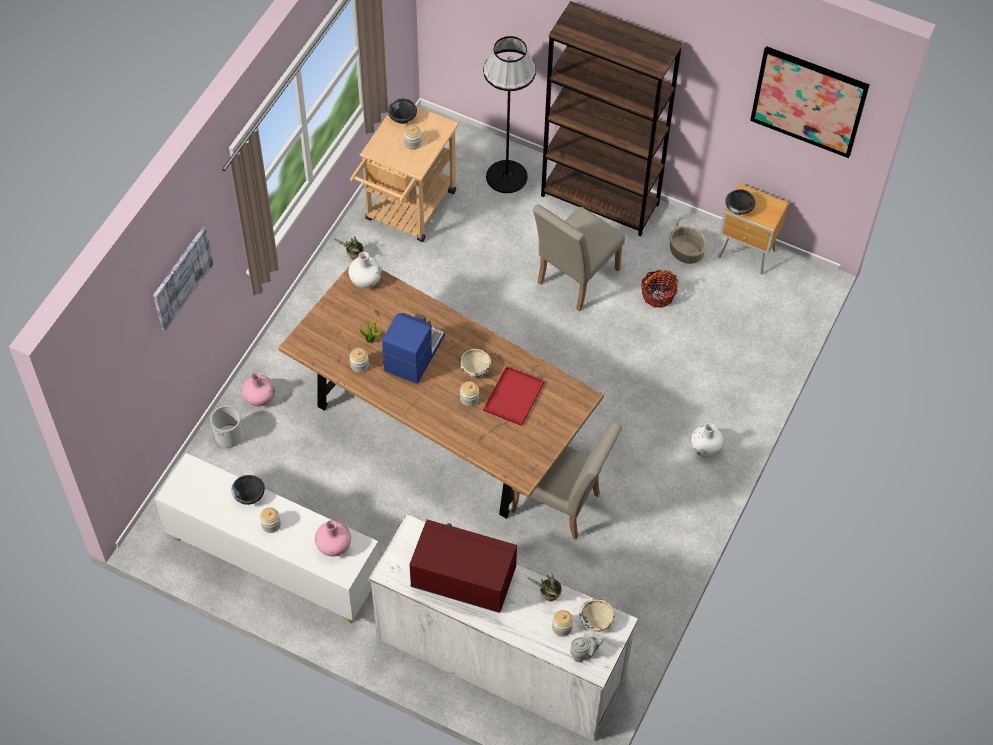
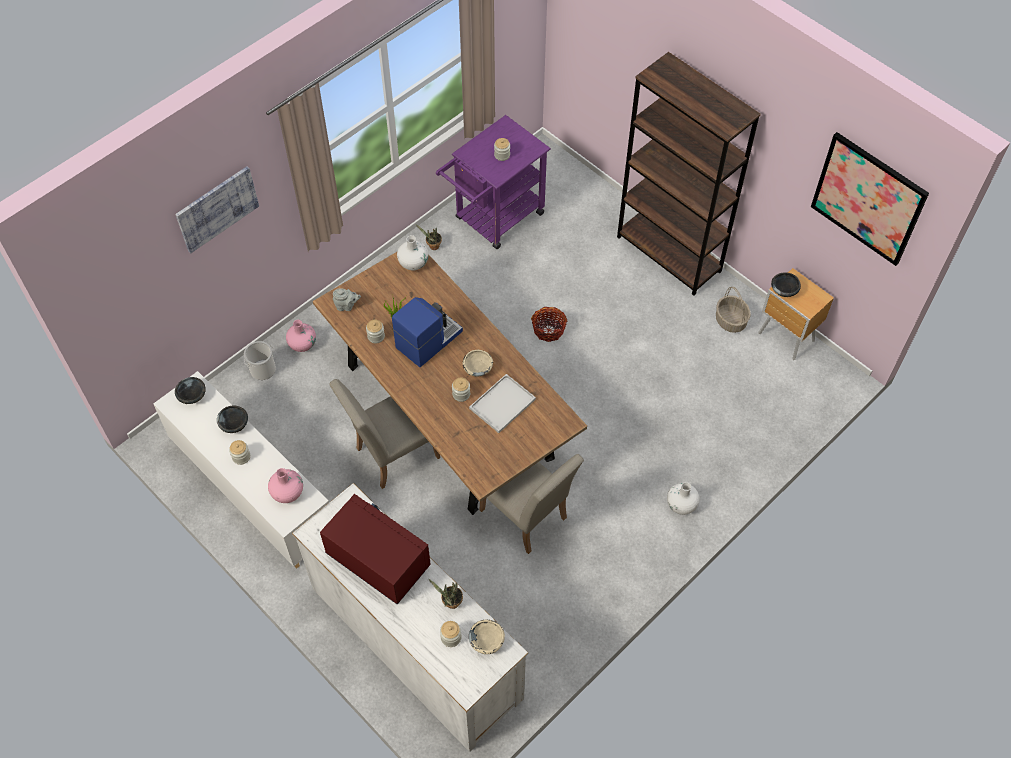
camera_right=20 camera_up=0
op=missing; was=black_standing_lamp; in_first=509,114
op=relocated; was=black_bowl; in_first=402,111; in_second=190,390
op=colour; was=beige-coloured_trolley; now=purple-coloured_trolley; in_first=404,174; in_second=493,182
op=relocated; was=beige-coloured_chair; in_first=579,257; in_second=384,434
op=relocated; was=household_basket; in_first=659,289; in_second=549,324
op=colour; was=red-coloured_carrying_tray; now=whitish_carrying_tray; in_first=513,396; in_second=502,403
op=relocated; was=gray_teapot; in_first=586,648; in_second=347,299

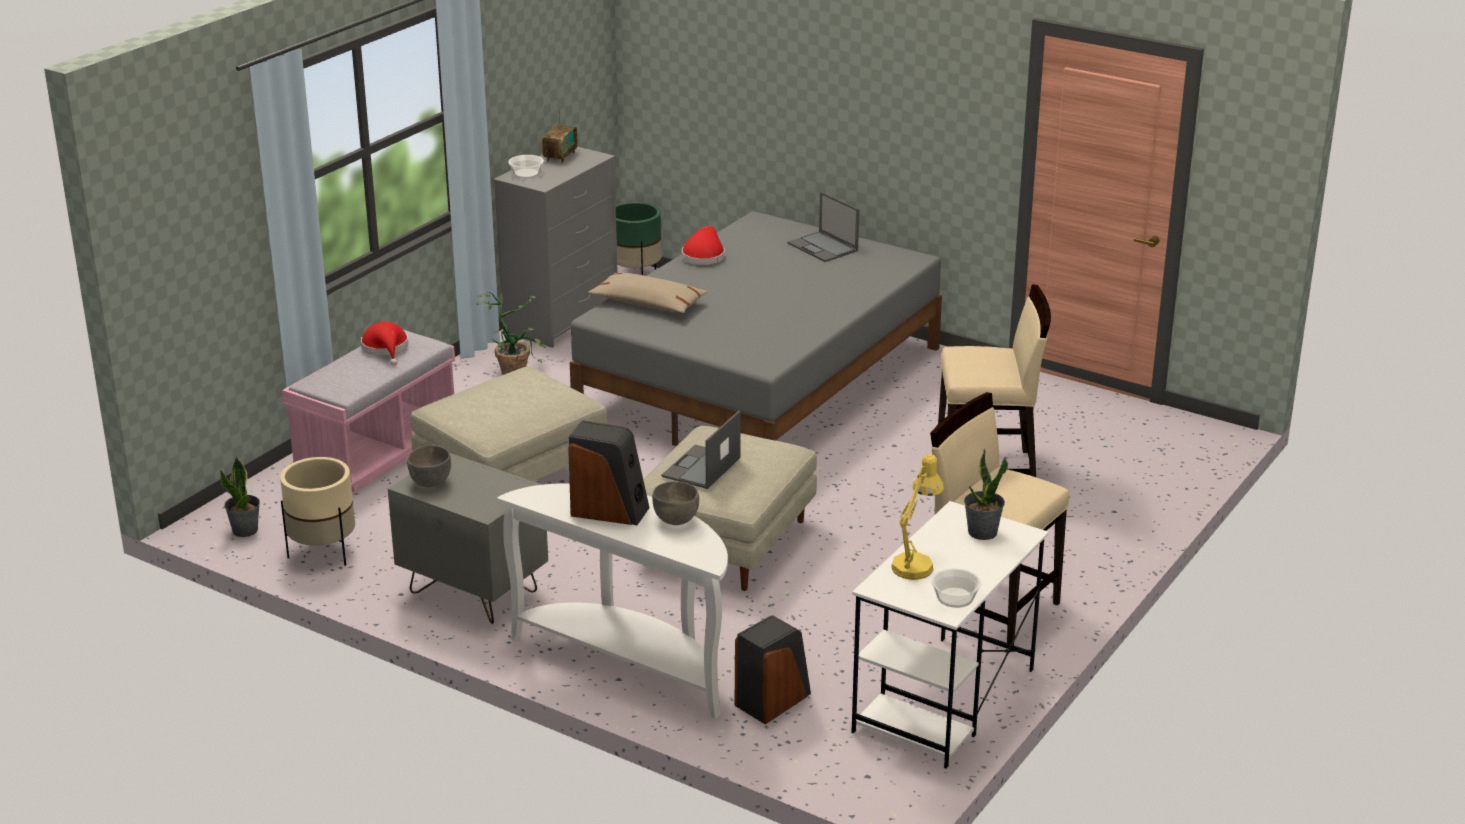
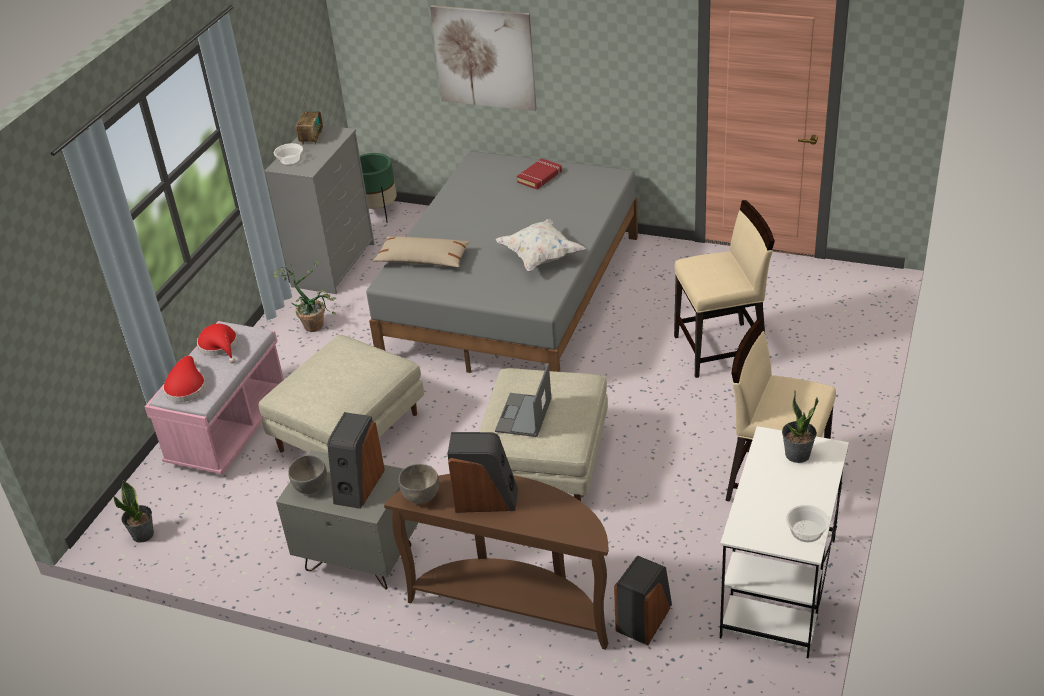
camera_right=-10 camera_up=10
op=exchanged; was=laptop; now=red-coloured_volume; in_first=823,227; in_second=539,173
op=relocated; was=red-coloured_hat; in_first=703,245; in_second=184,379
op=missing; was=yellow-coloured_lamp_for_a_table; in_first=917,517
op=missing; was=beige-coloured_plant_pot; in_first=317,511
op=relocated; was=gray_bowl; in_first=675,503; in_second=418,484
op=colour; was=whitish_hall_table; now=brown-coloured_hall_table; in_first=612,601; in_second=496,562
op=appeared; now=picture; in_second=483,58
op=appeared; now=whitish_throw_pillow; in_second=541,245
op=appeared; now=speaker; in_second=356,460

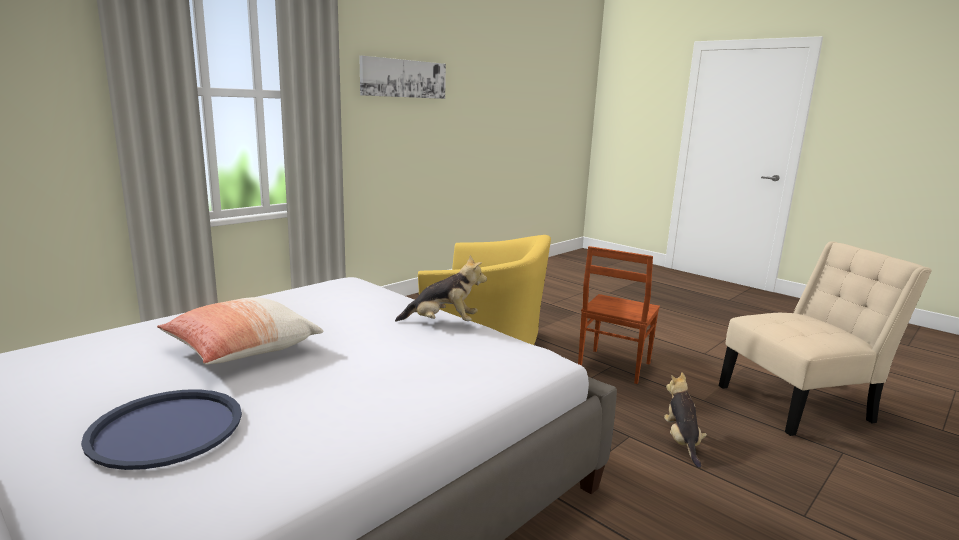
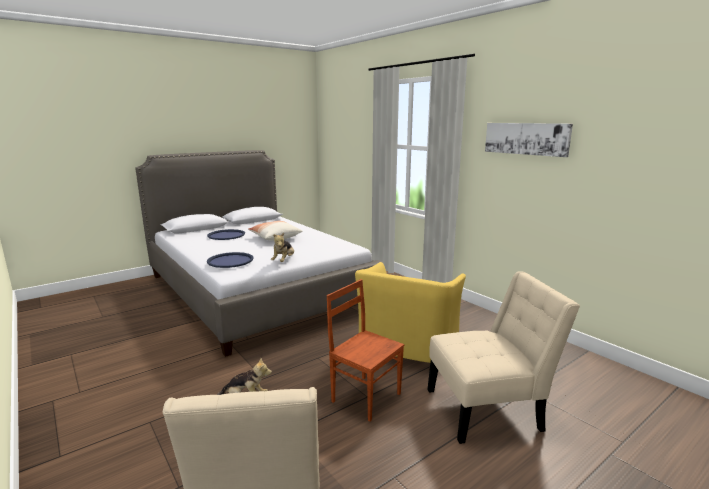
camera_right=100 camera_up=0
op=appeared; now=bluish_carrying_tray; in_second=230,260
op=appeared; now=beige-coloured_chair; in_second=503,357

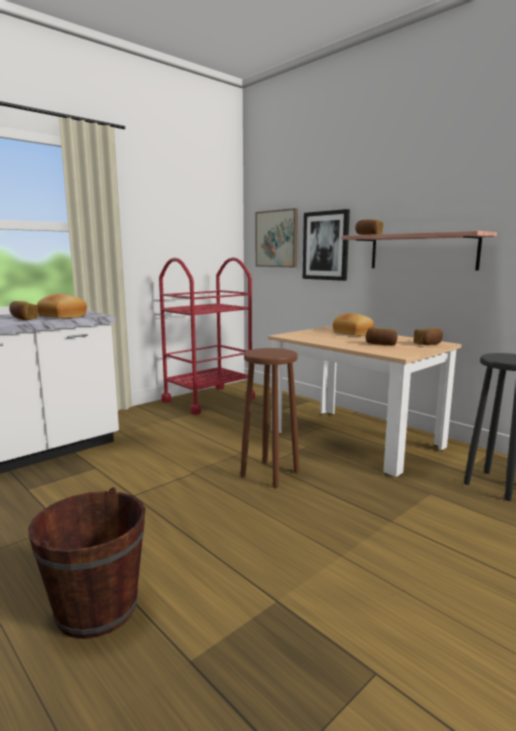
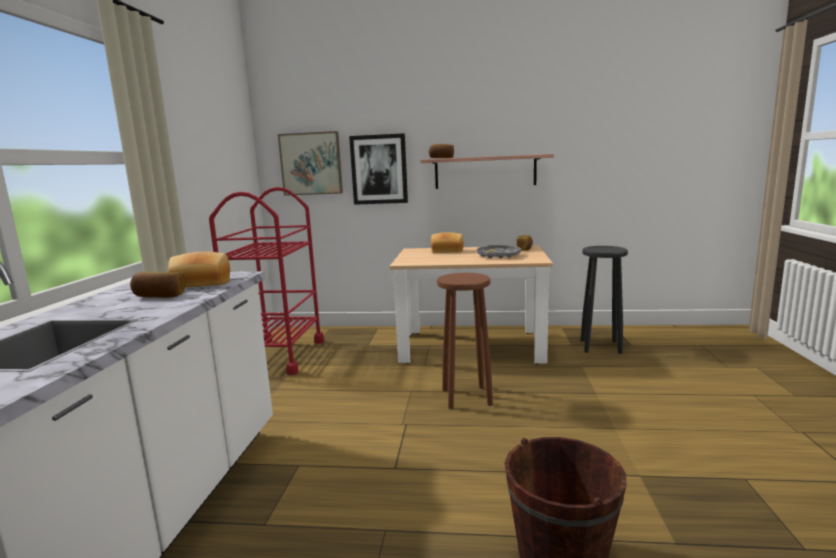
camera_right=-40 camera_up=0
op=exchanged; was=bread; now=gray_carrying_tray; in_first=381,337; in_second=498,251

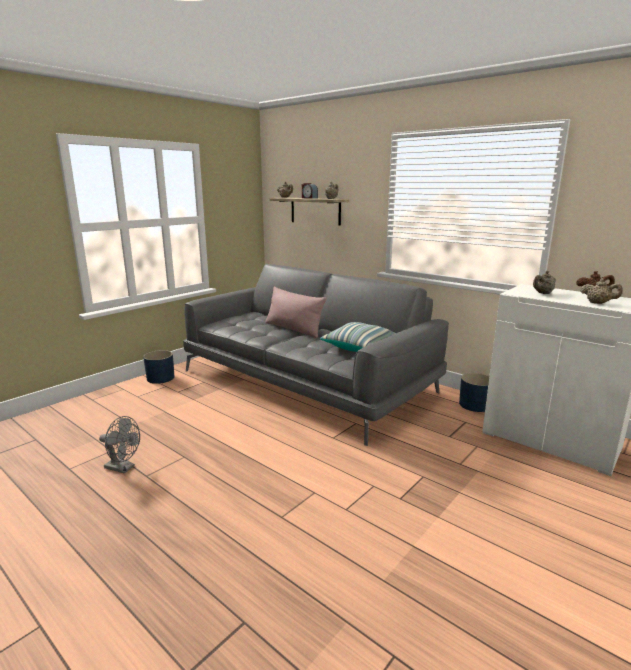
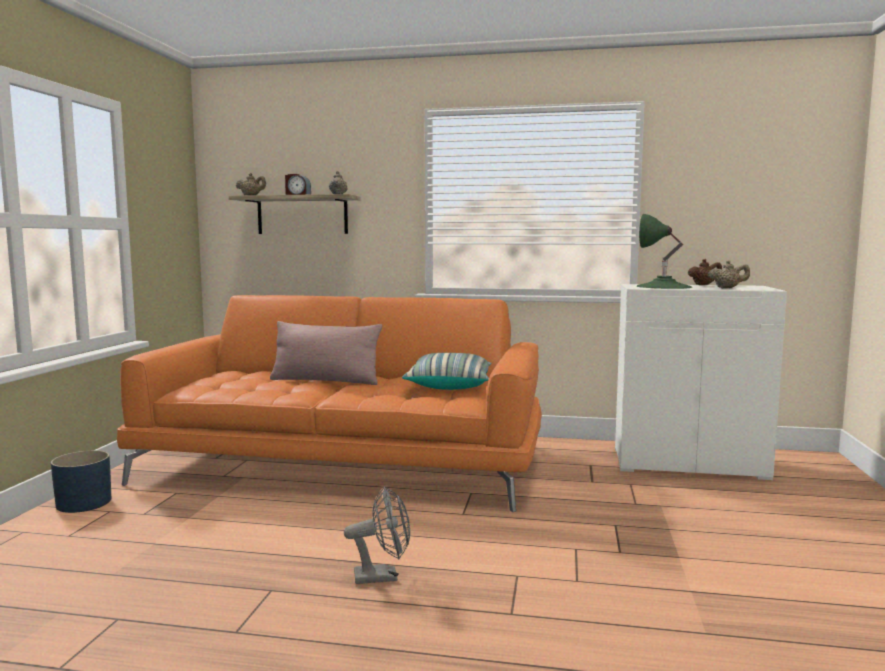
camera_right=-30 camera_up=-10
op=colour; was=gray_couch; now=orangey_couch; in_first=316,355; in_second=329,403
op=exchanged; was=beige-coloured_teapot; now=green_lamp_for_a_table; in_first=544,282; in_second=664,251
op=missing; was=bluish_plant_pot; in_first=474,392
op=relocated; was=gray_electric_fan; in_first=119,445; in_second=377,535

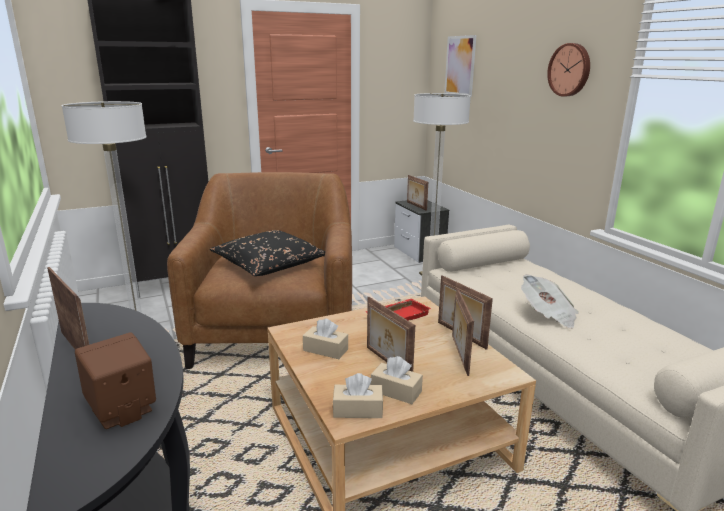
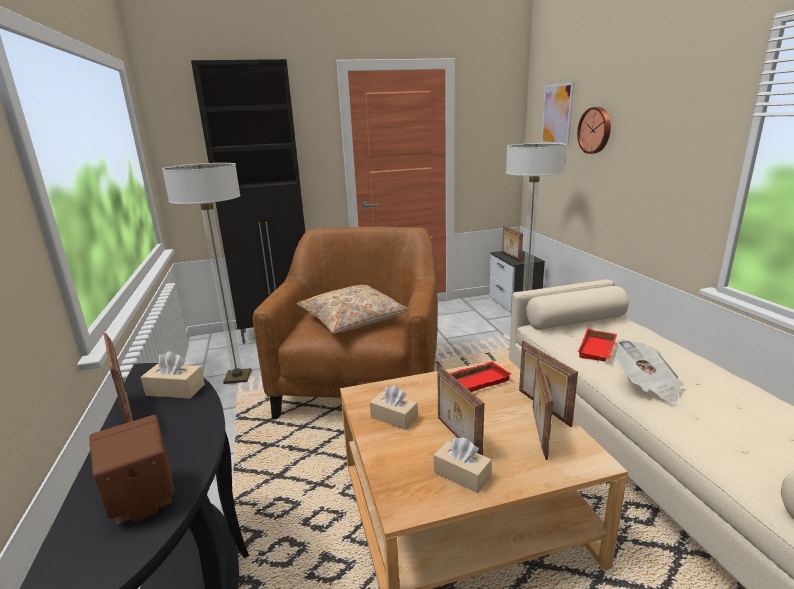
camera_right=10 camera_up=0
op=relocated; was=clock_on_the_wall; in_first=568,70; in_second=594,130
op=colour; was=black_throw_pillow; now=beige-coloured_throw_pillow; in_first=267,253; in_second=352,309
op=relocated; was=beige-coloured_tissue_holder; in_first=358,395; in_second=173,375
op=appeared; now=red-coloured_carrying_tray; in_second=597,344

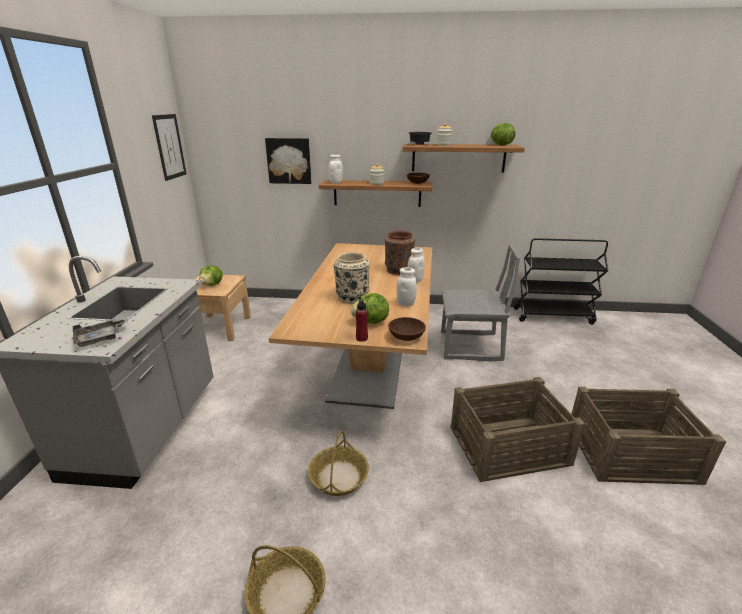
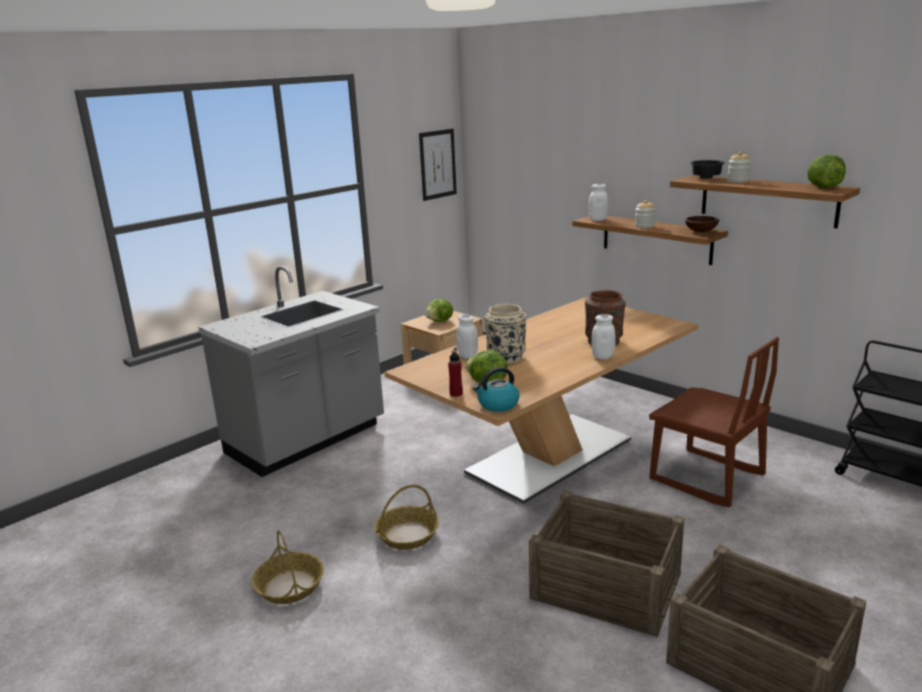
camera_right=40 camera_up=-5
op=missing; was=picture; in_first=288,161
op=colour; was=gray_chair; now=brown-coloured_chair; in_first=480,303; in_second=714,422
op=relocated; was=whitish_preserve_jar; in_first=406,286; in_second=467,336
op=exchanged; was=brown-coloured_bowl; now=tea_kettle; in_first=407,329; in_second=496,389
op=missing; was=gray_carrying_tray; in_first=100,332

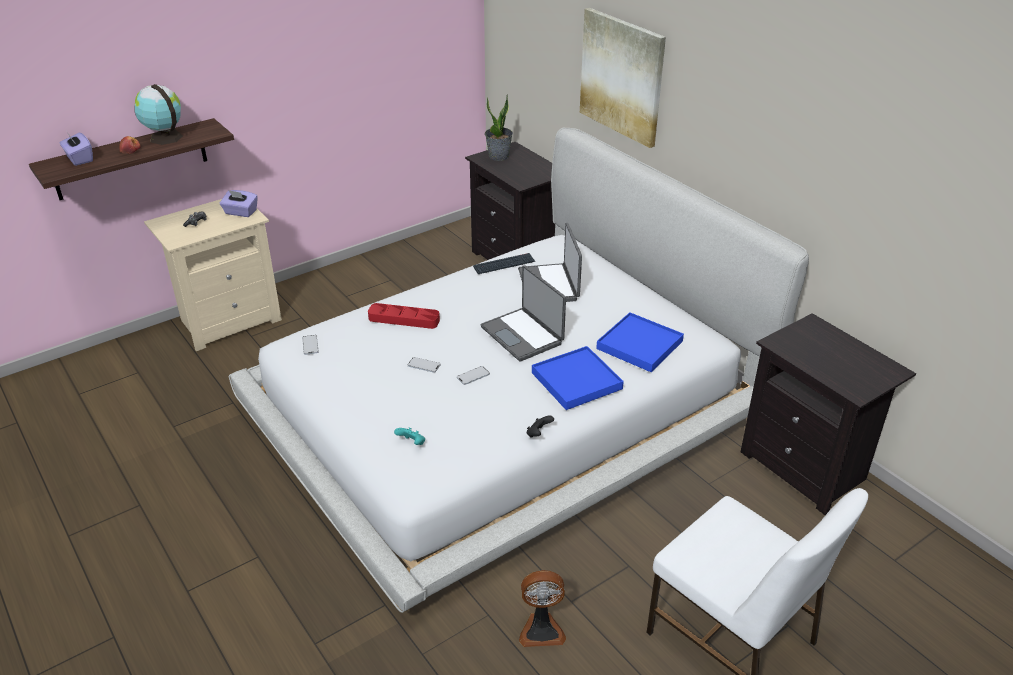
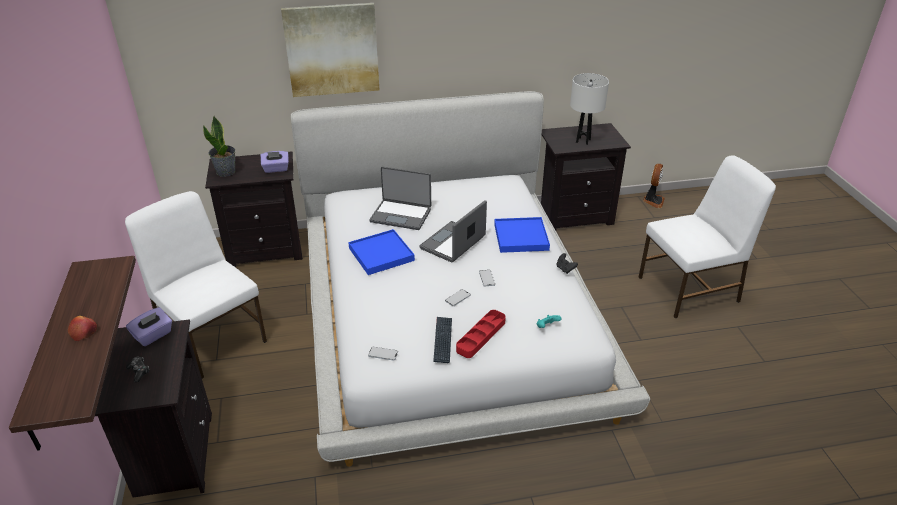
camera_right=-65 camera_up=0
op=missing; was=world_globe; in_first=159,114
op=relocated; was=purple-coloured_tissue_holder; in_first=76,149; in_second=274,162
op=colour; was=beige-coloured_bedside_table; now=black_bedside_table; in_first=213,275; in_second=153,408
op=relocated; was=PC_keyboard; in_first=504,263; in_second=442,340
op=spun; was=laptop; in_first=523,313; in_second=453,231; clockwise=135
op=relocated; was=red-coloured_carrying_tray; in_first=404,316; in_second=481,334
op=relocated; was=bluish_carrying_tray; in_first=640,342; in_second=381,252
op=relocated; was=electric_fan; in_first=542,608; in_second=654,186
op=appeared; now=whitish_lamp_for_a_table; in_second=589,109
op=appeared; now=whitish_chair; in_second=196,284

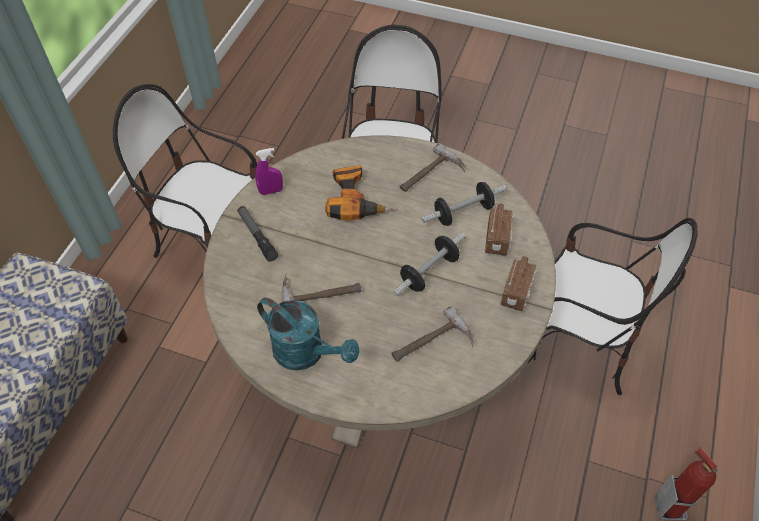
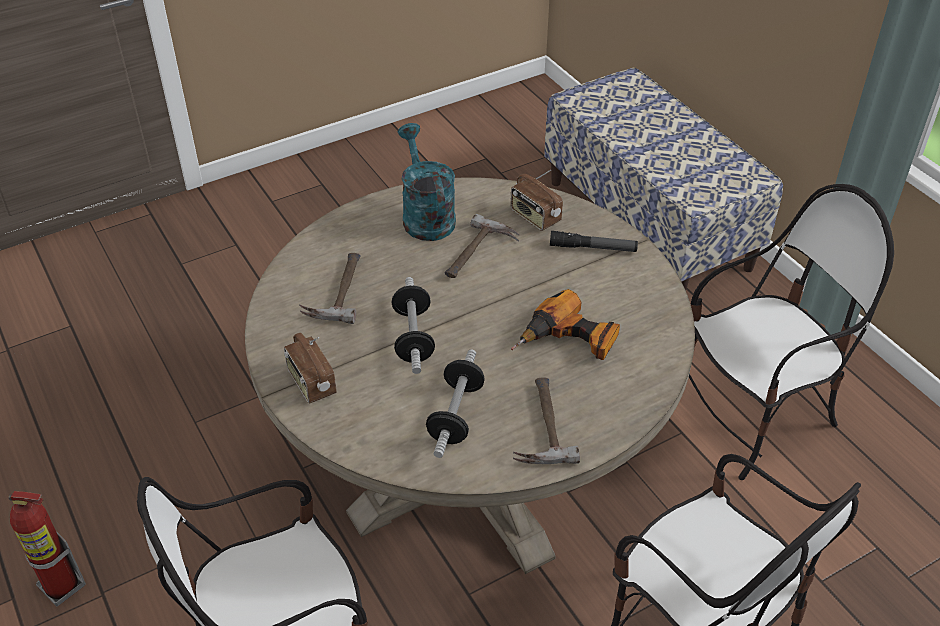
camera_right=130 camera_up=-10
op=missing; was=purple-coloured_hand_sprayer; in_first=269,171
op=relocated; was=radio_receiver; in_first=499,228; in_second=537,200
op=spun; was=turquoise_sprinkling_can; in_first=308,334; in_second=427,182; clockwise=90

